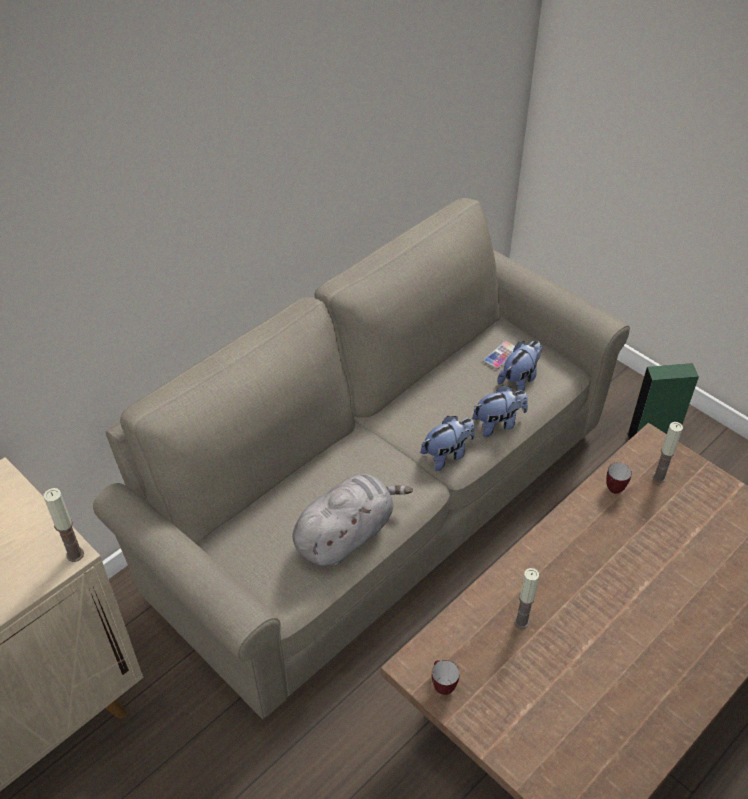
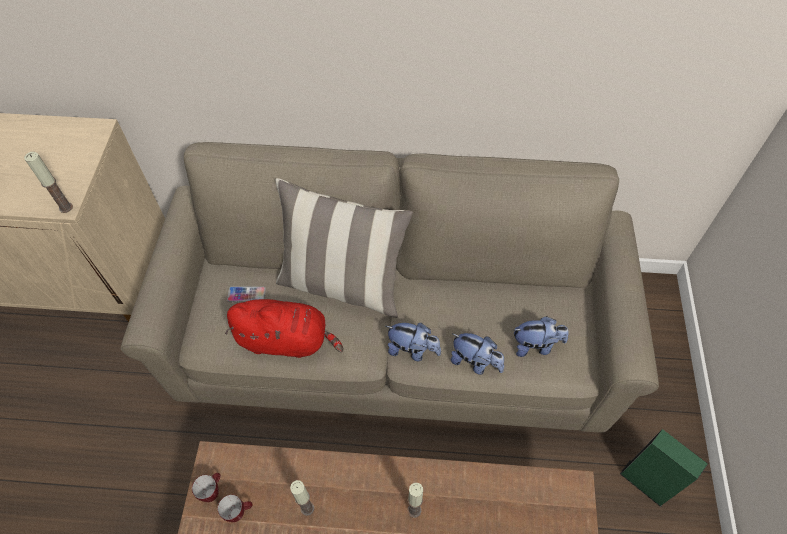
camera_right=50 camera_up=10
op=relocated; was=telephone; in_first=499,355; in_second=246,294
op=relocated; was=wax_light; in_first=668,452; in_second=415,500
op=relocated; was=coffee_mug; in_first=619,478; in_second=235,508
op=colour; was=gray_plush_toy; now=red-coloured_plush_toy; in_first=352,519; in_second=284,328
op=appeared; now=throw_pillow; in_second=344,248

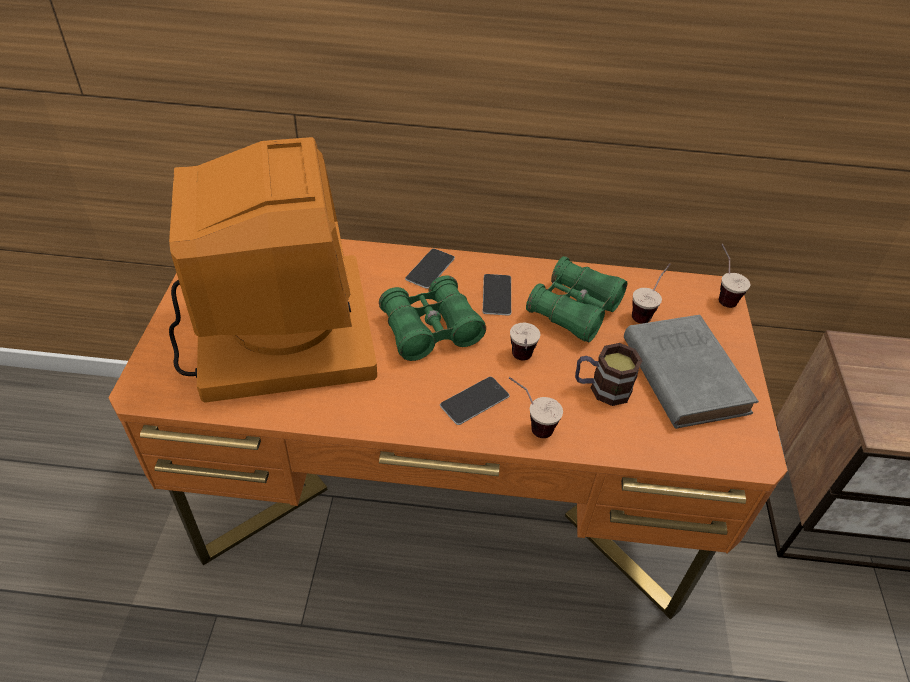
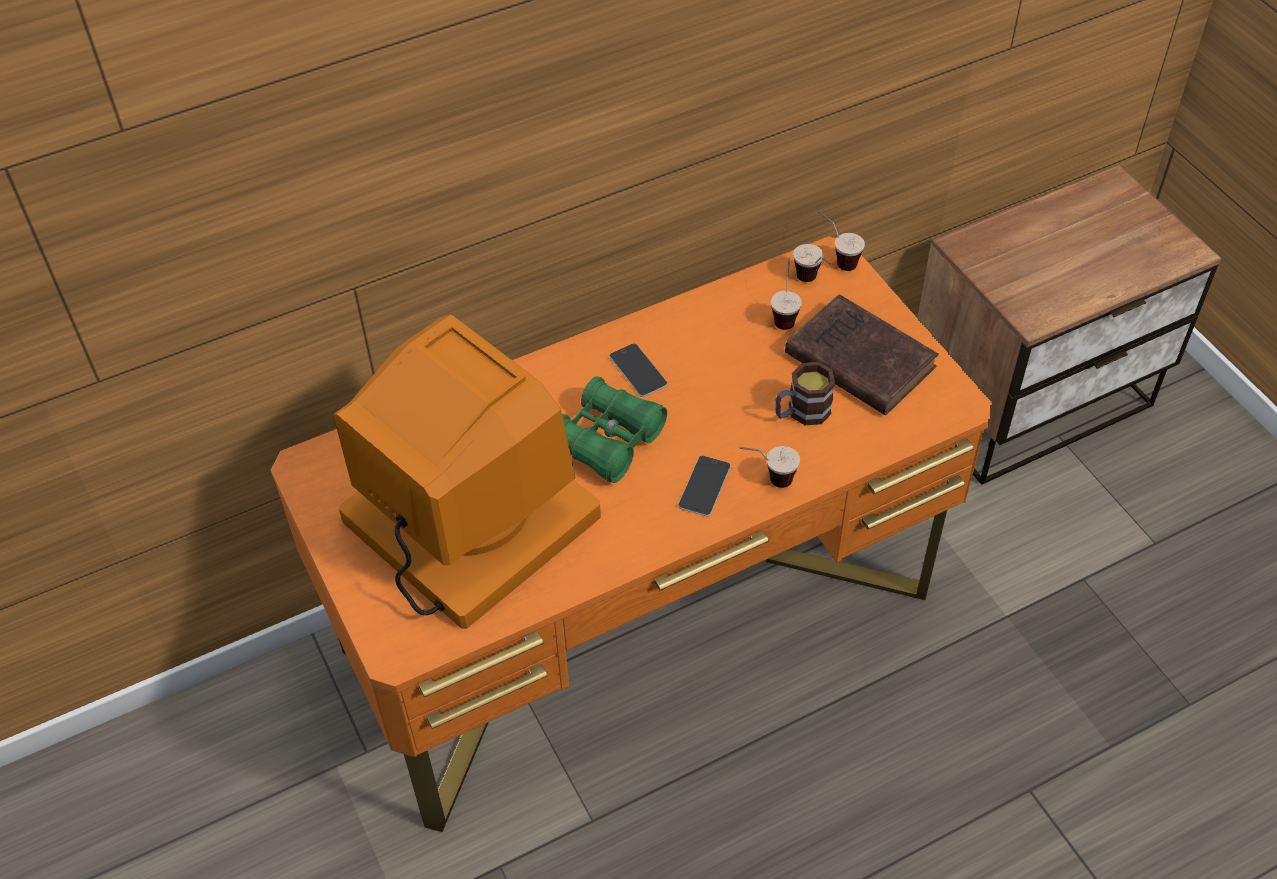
camera_right=-30 camera_up=5
op=missing; was=telephone; in_first=430,268
op=missing; was=green_pair_of_binoculars; in_first=576,299
op=colour; was=gray_volume; now=brown-coloured_volume; in_first=691,372; in_second=862,355
op=relocated; was=drinking_cup; in_first=525,342; in_second=812,263

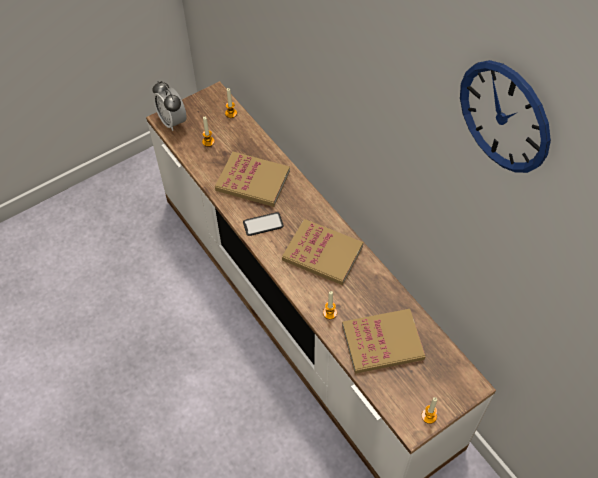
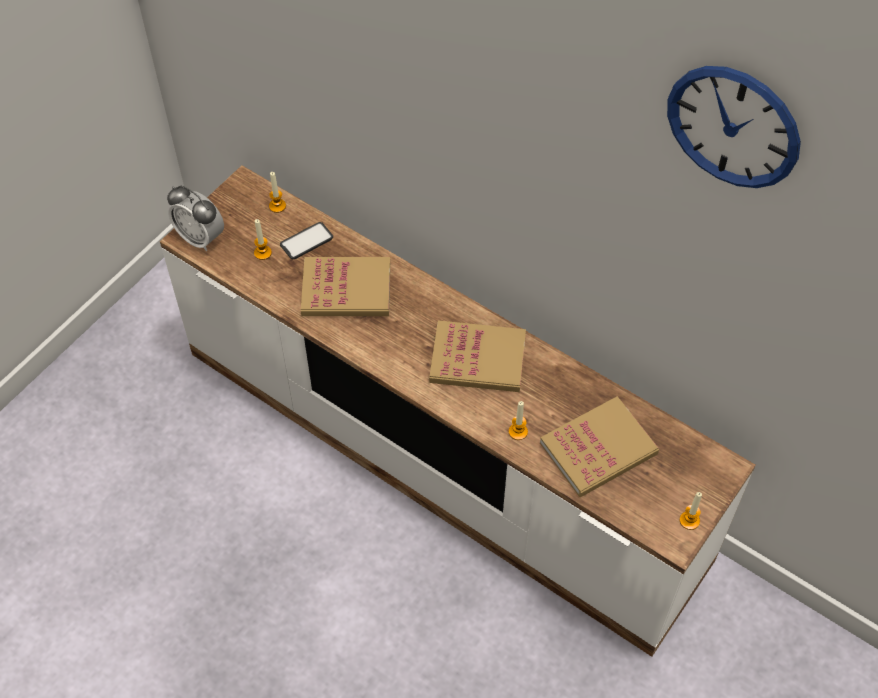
camera_right=-20 camera_up=0
op=relocated; was=telephone; in_first=263,224; in_second=306,240

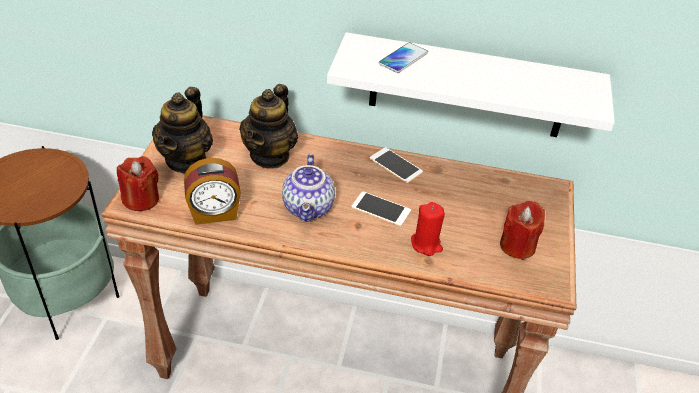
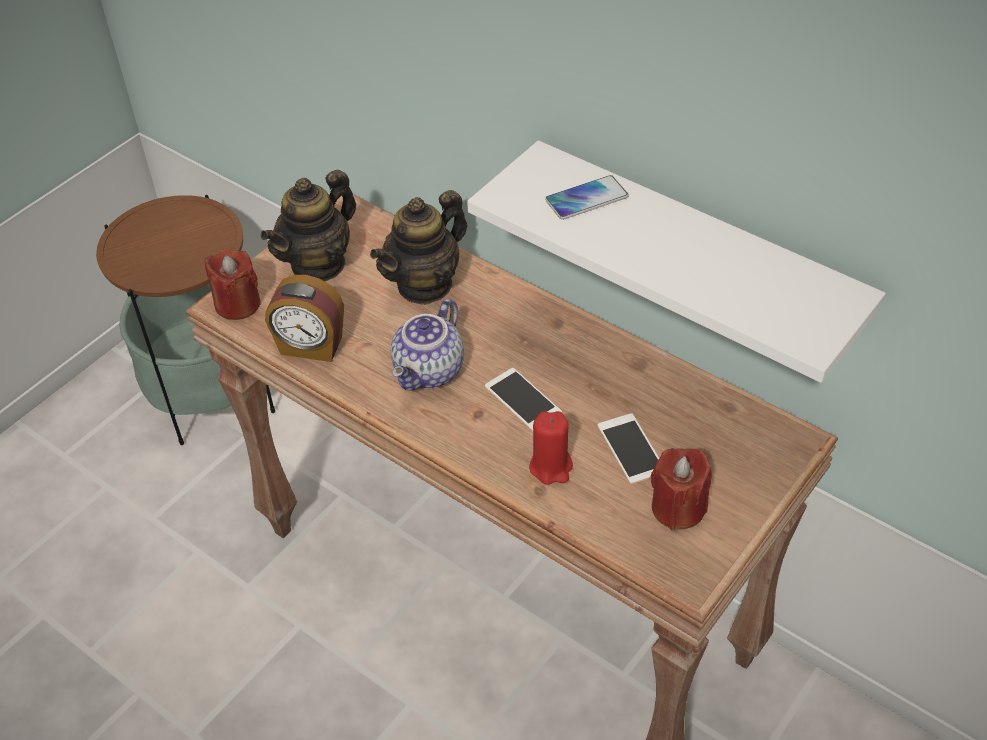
camera_right=30 camera_up=5
op=relocated; was=telephone; in_first=396,165; in_second=628,448

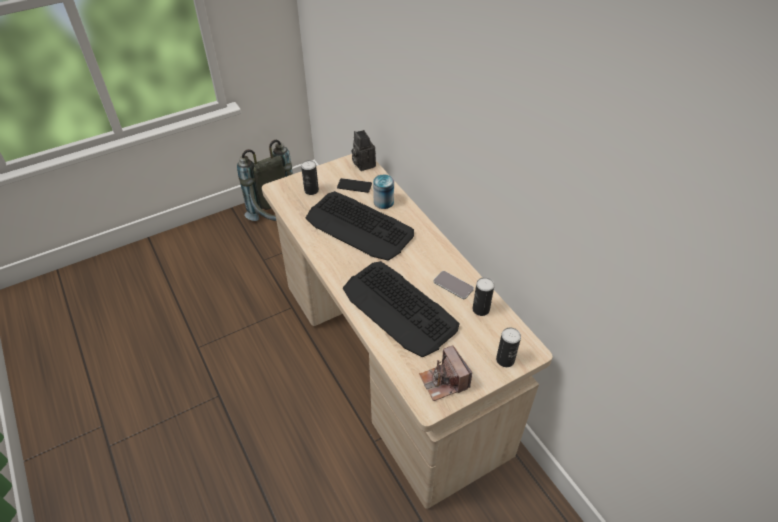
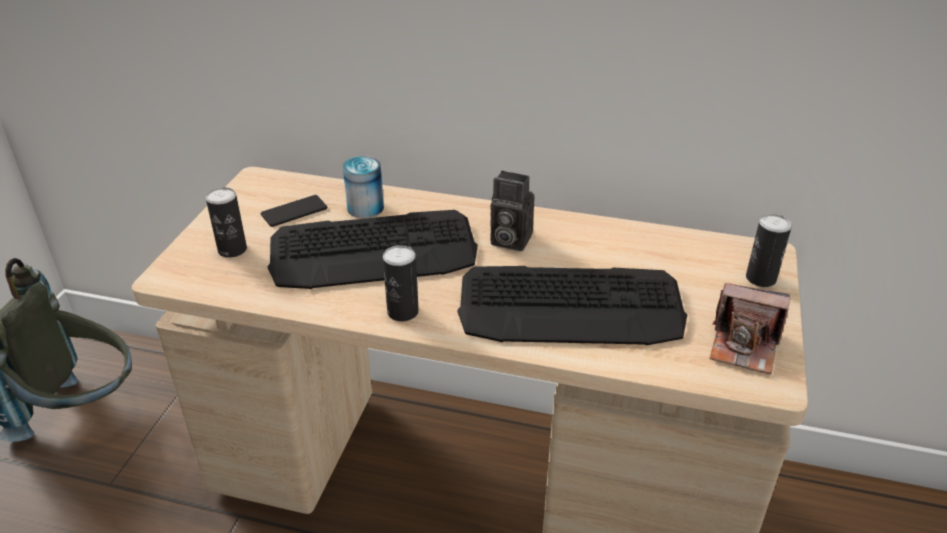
camera_right=-45 camera_up=-10
op=relocated; was=photo_camera; in_first=363,150; in_second=512,211
op=missing; was=telephone; in_first=453,285
op=relocated; was=sealed_can; in_first=483,296; in_second=401,283

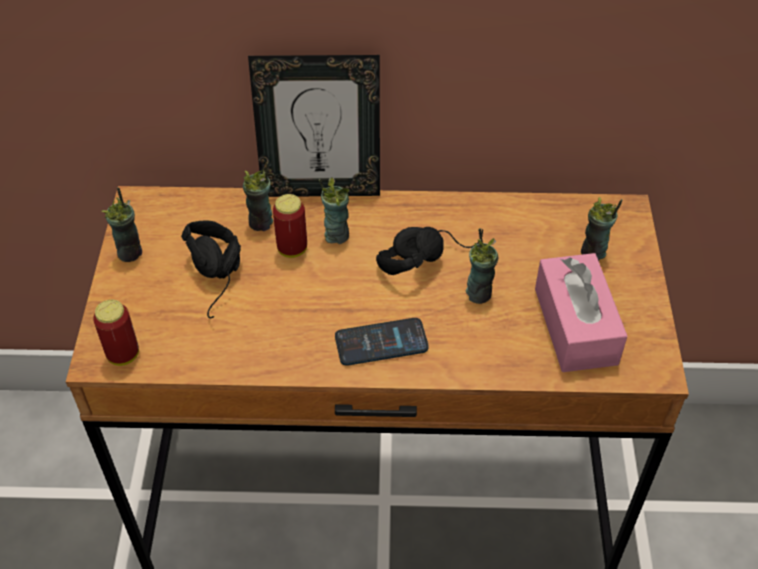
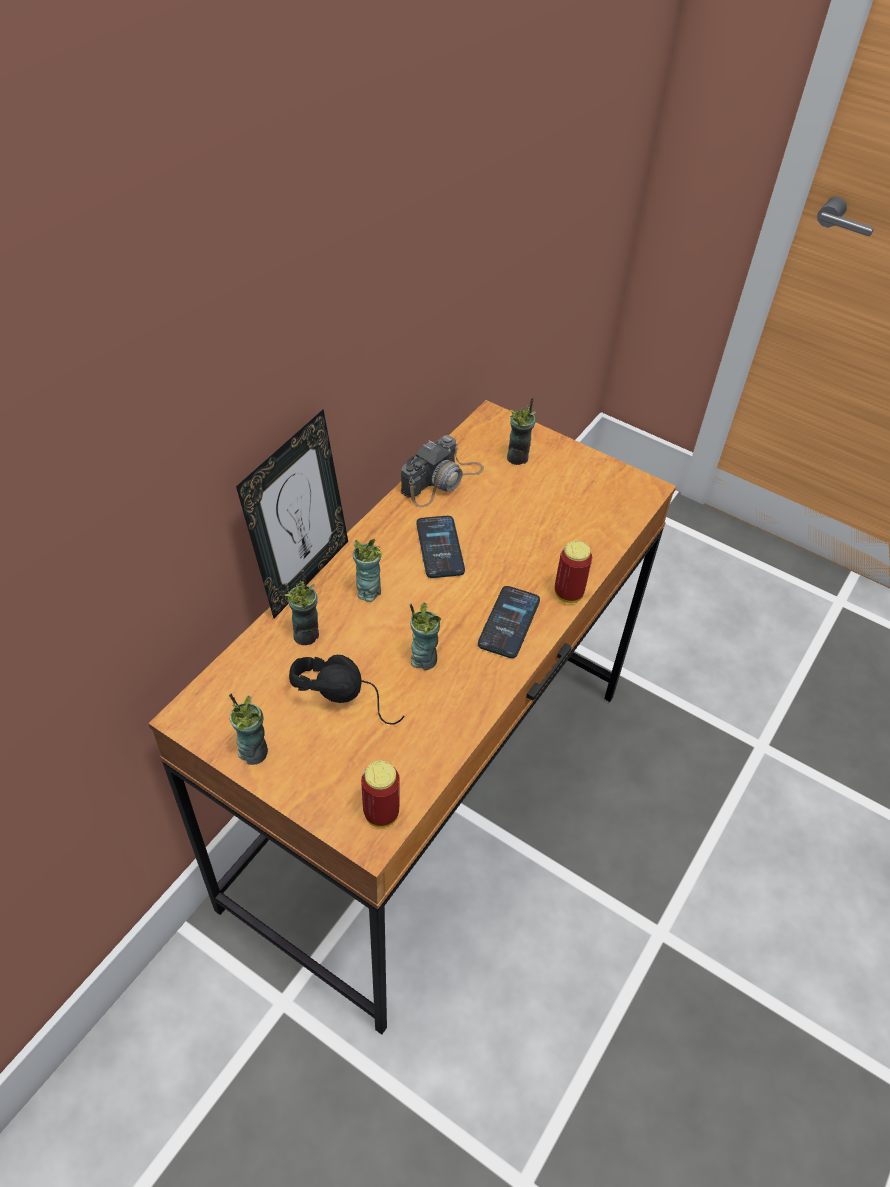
camera_right=-60 camera_up=0
op=relocated; was=sealed_can; in_first=290,226; in_second=573,571
op=exchanged; was=black_headphones; now=telephone; in_first=429,251; in_second=440,547
op=relocated; was=drinking_cup; in_first=482,266; in_second=425,636
op=missing; was=pinkish_tissue_holder; in_first=581,312
op=appeared; now=photo_camera; in_second=442,471

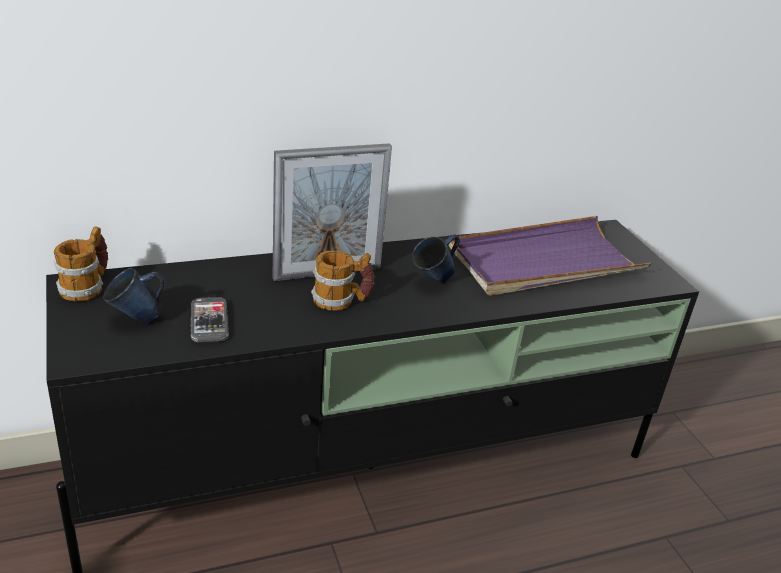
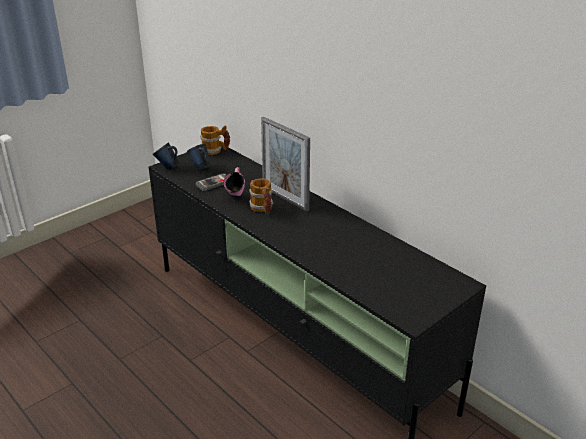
camera_right=70 camera_up=0
op=missing; was=purple-coloured_carrying_tray; in_first=550,256
op=relocated; was=bluish_coffee_mug; in_first=436,258; in_second=166,157
op=appeared; now=pinkish_coffee_mug; in_second=234,181

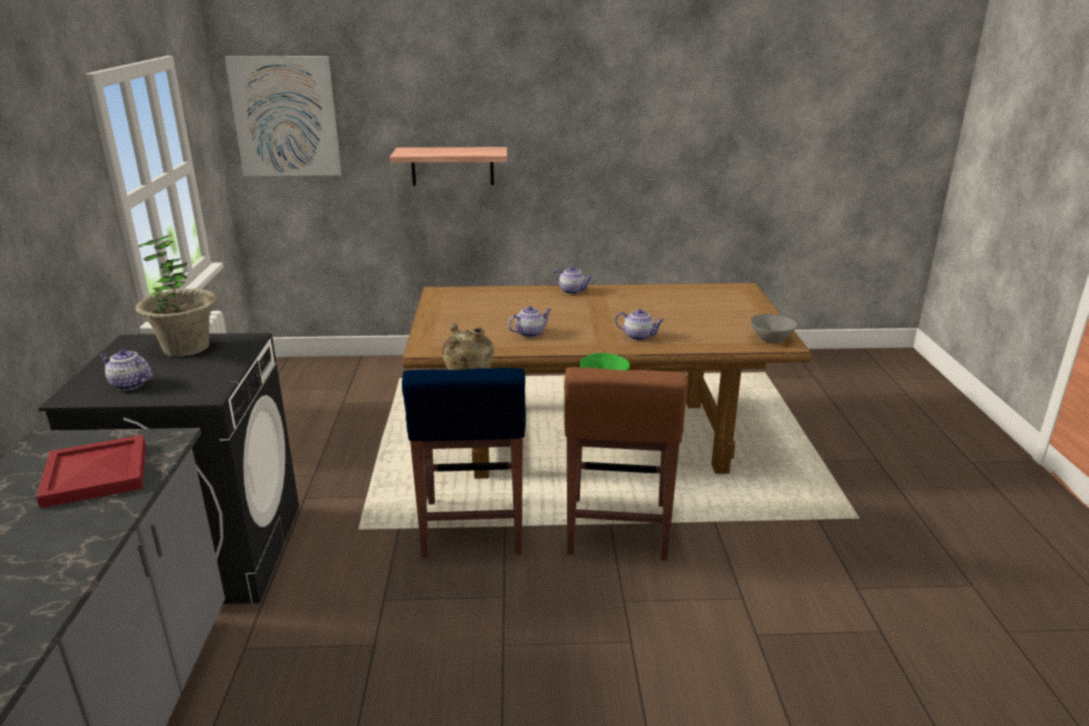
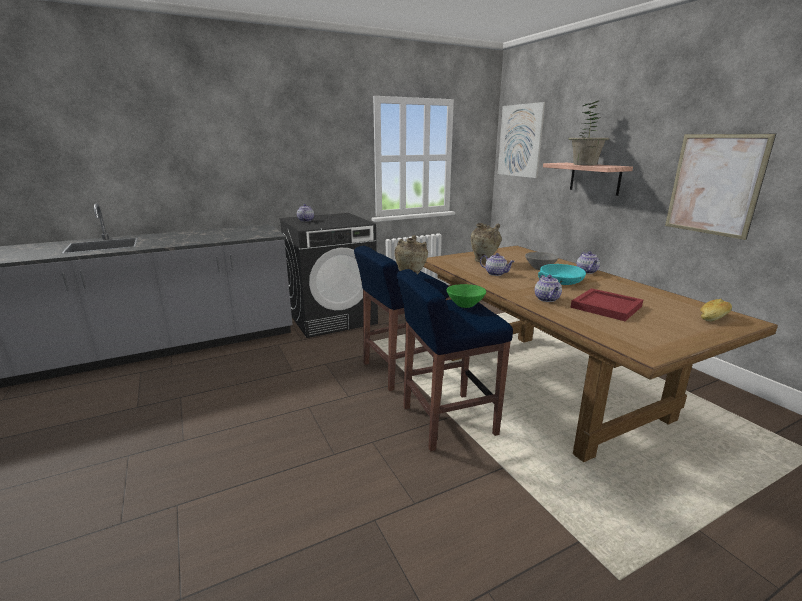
camera_right=65 camera_up=-5
op=relocated; was=houseplant; in_first=176,295; in_second=589,133
op=relocated; was=gray_bowl; in_first=773,329; in_second=542,261
op=colour; was=brown-coloured_stool; now=bluish_stool; in_first=626,463; in_second=455,360
op=relocated; was=red-coloured_carrying_tray; in_first=91,471; in_second=606,304
op=appeared; now=picture; in_second=720,187
op=appeared; now=beige-coloured_decorative_vase; in_second=486,243
op=appeared; now=turquoise_bowl; in_second=562,274
op=appeared; now=bread; in_second=716,310

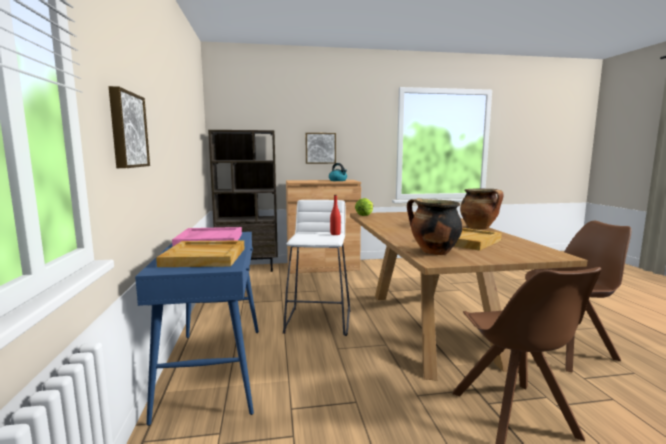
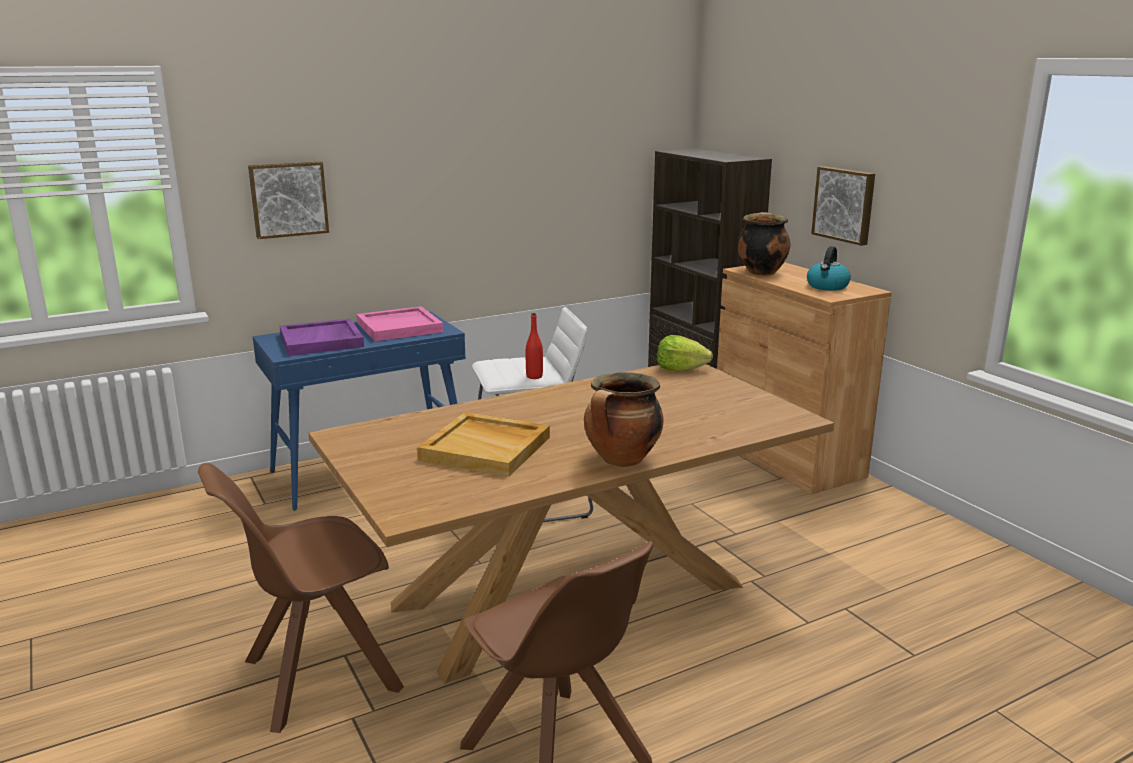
camera_right=70 camera_up=10
op=relocated; was=saucepot; in_first=434,226; in_second=764,244
op=colour; was=beige-coloured_carrying_tray; now=purple-coloured_carrying_tray; in_first=200,253; in_second=322,337

